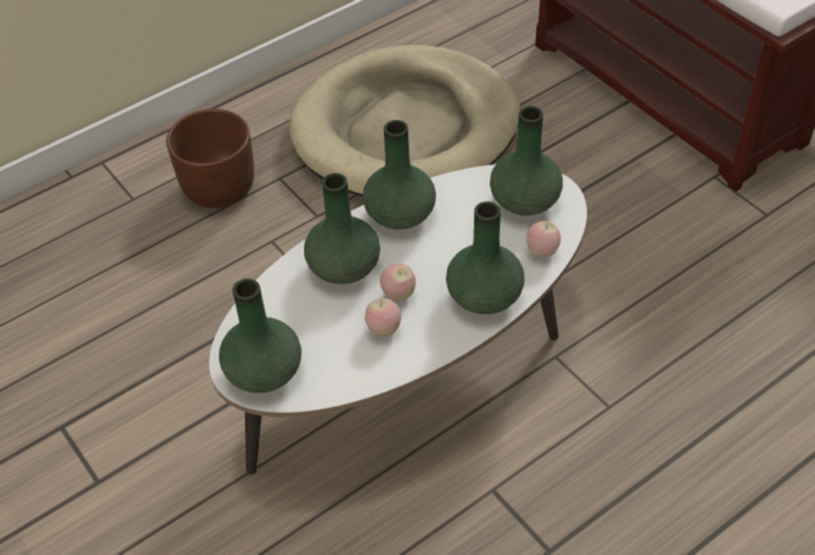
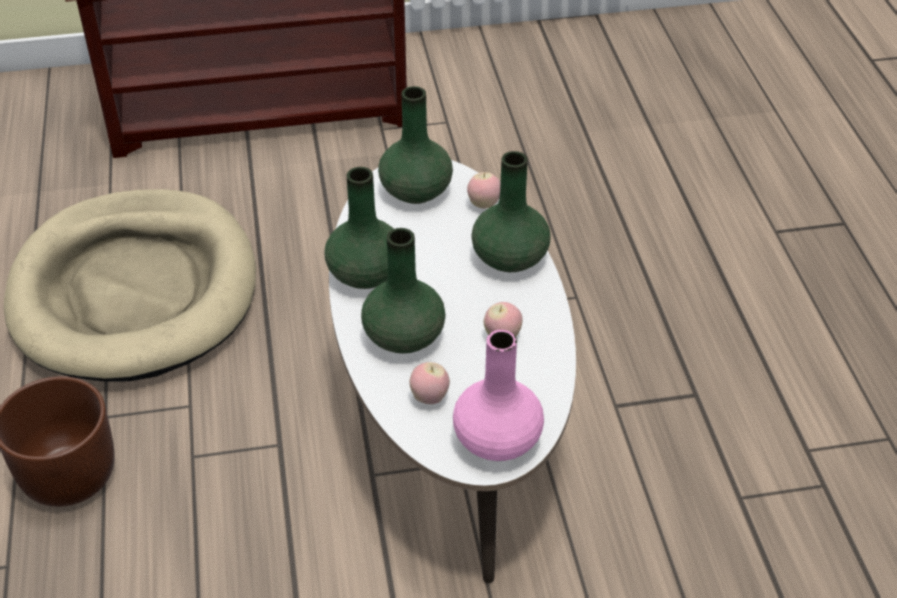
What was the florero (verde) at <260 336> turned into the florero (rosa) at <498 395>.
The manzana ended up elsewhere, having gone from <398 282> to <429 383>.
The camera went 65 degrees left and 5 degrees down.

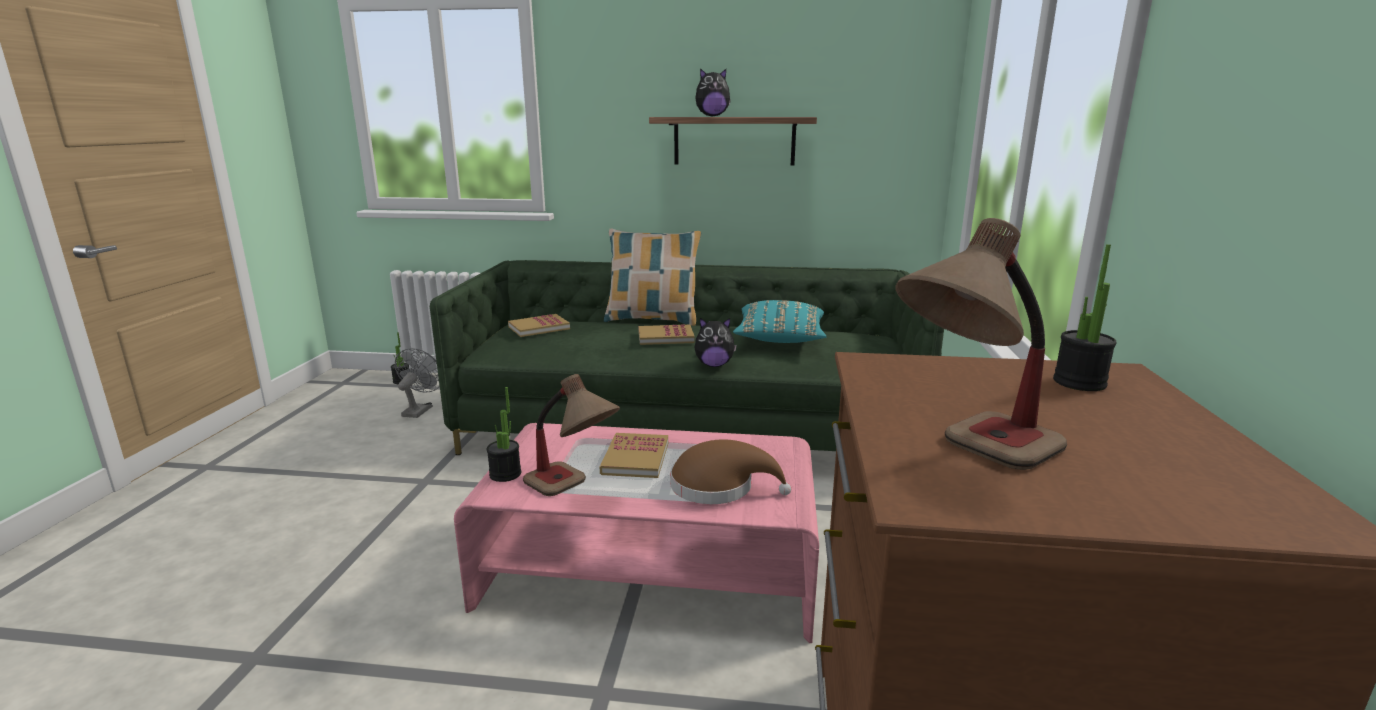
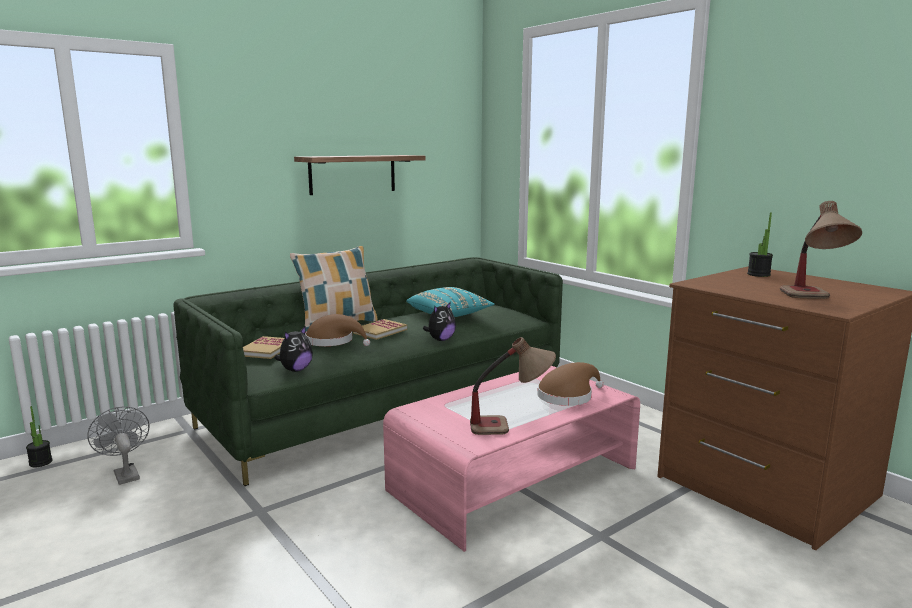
The second view lost the planta en maceta at <504 434>.
The second view lost the libro at <634 455>.
The peluche ended up elsewhere, having gone from <713 92> to <293 349>.
The second view gained the sombrero (marrón) at <337 330>.
The camera went 45 degrees left and 5 degrees down.

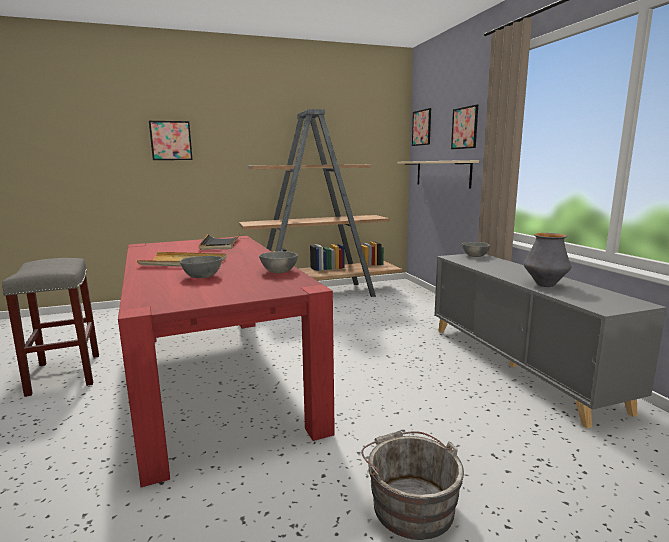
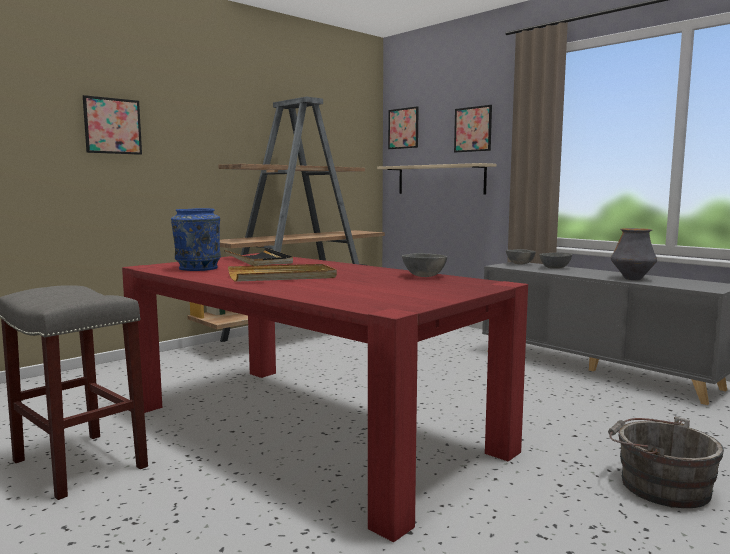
The cuenco (gris) ended up elsewhere, having gone from <201 267> to <555 261>.
The second view gained the florero (azul) at <196 239>.
The camera went 25 degrees left and 5 degrees down.

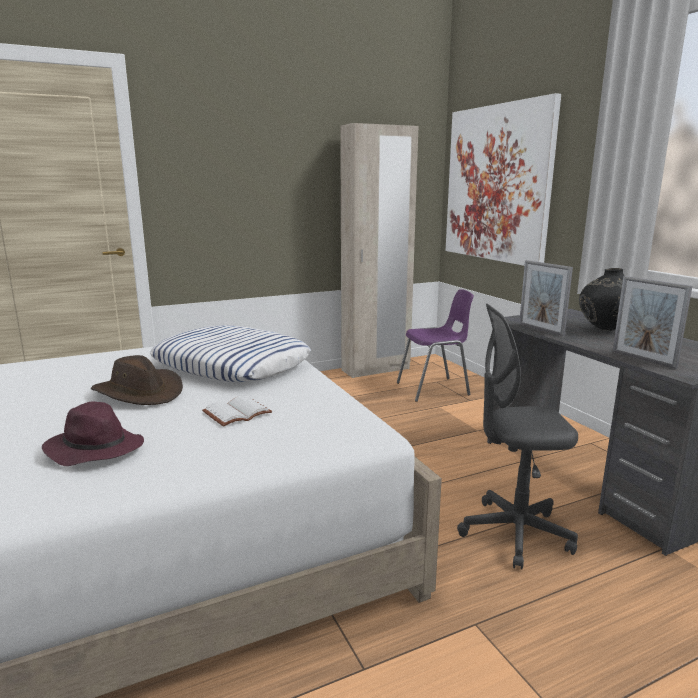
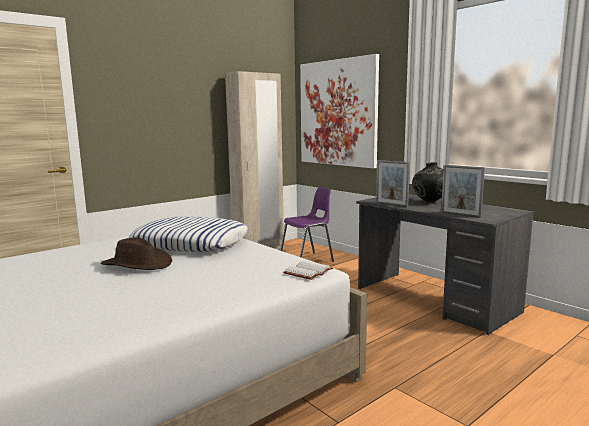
The second view lost the sombrero (morado) at <93 434>.
The libro (blanco) ended up elsewhere, having gone from <237 411> to <308 270>.
The second view lost the silla de oficina (gris) at <517 437>.
The camera went 15 degrees left and 5 degrees down.

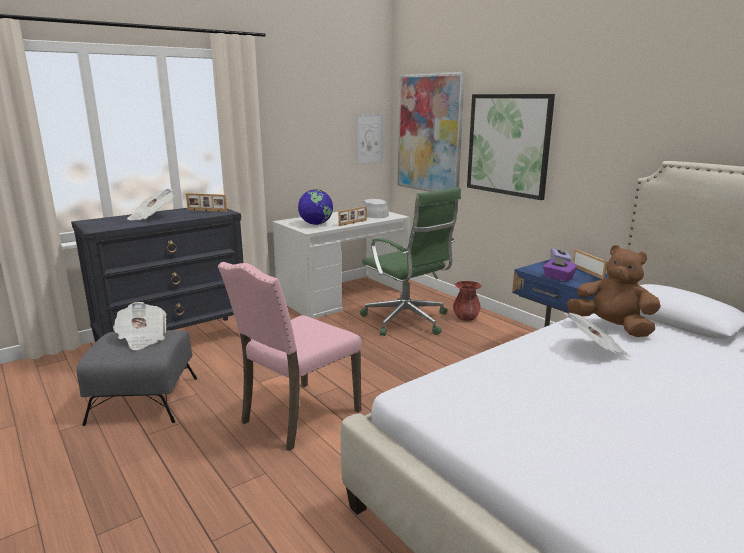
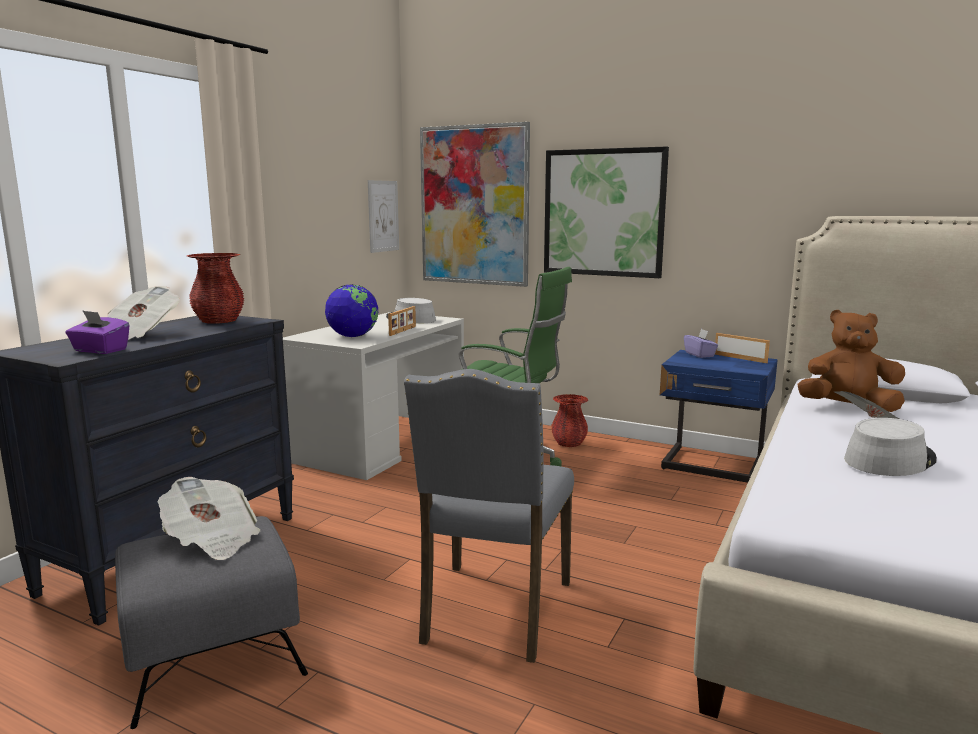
Where the portarretratos stood at <206 202>, the florero (rojo) came to stand at <215 288>.
What was the silla (rosa) at <290 356> turned into the silla (gris) at <489 516>.
The caja de pañuelos (morado) ended up elsewhere, having gone from <560 269> to <97 332>.
The second view gained the sombrero (gris) at <890 447>.
The camera went 25 degrees left and 5 degrees down.

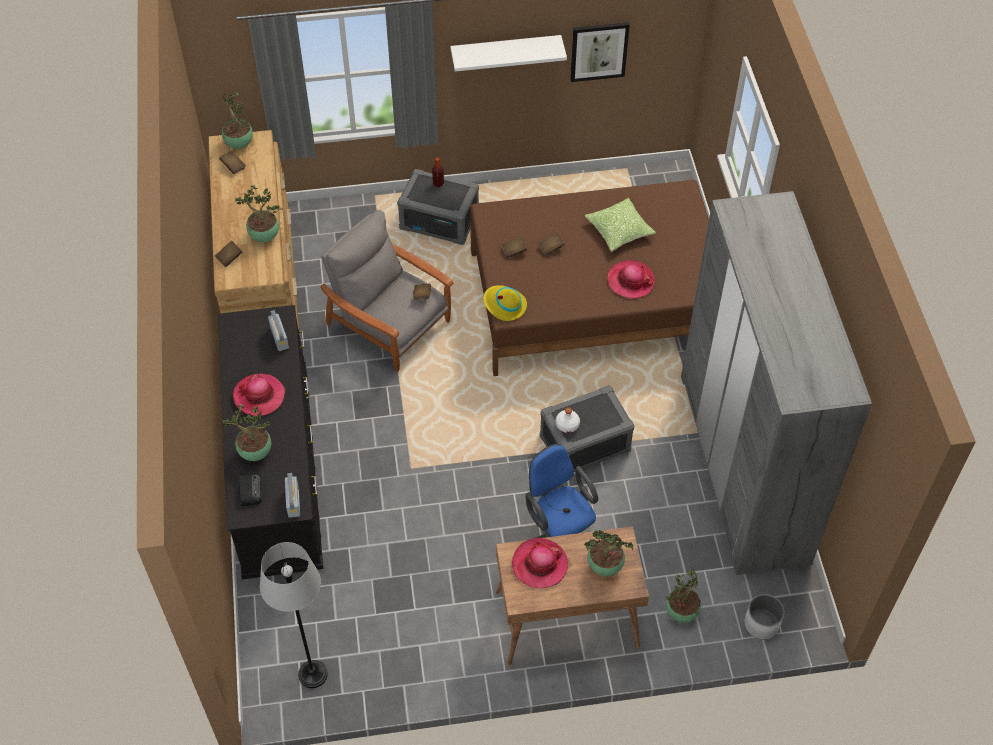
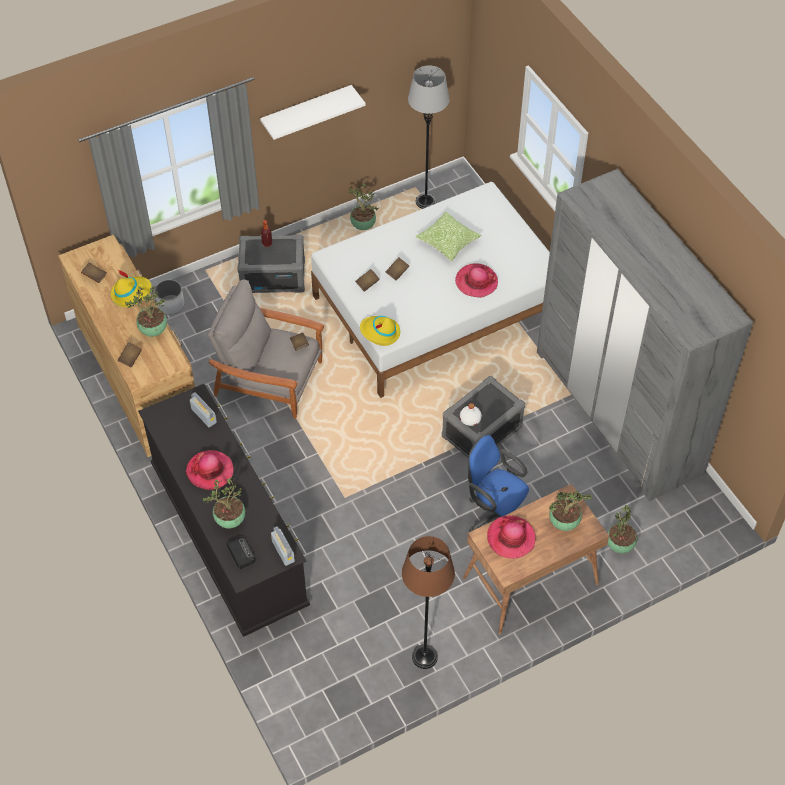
The planta en maceta ended up elsewhere, having gone from <237 120> to <363 207>.
The lámpara de pie (gris) ended up elsewhere, having gone from <294 615> to <429 137>.
What was the cama (marrón) at <589 278> turned into the cama (blanco) at <430 290>.
The second view lost the cuadro at <600 52>.
The maceta (blanco) ended up elsewhere, having gone from <764 616> to <169 297>.
The second view gained the sombrero (amarillo) at <131 288>.
The second view gained the lámpara de pie (marrón) at <428 602>.
The camera went 20 degrees left and 0 degrees up.

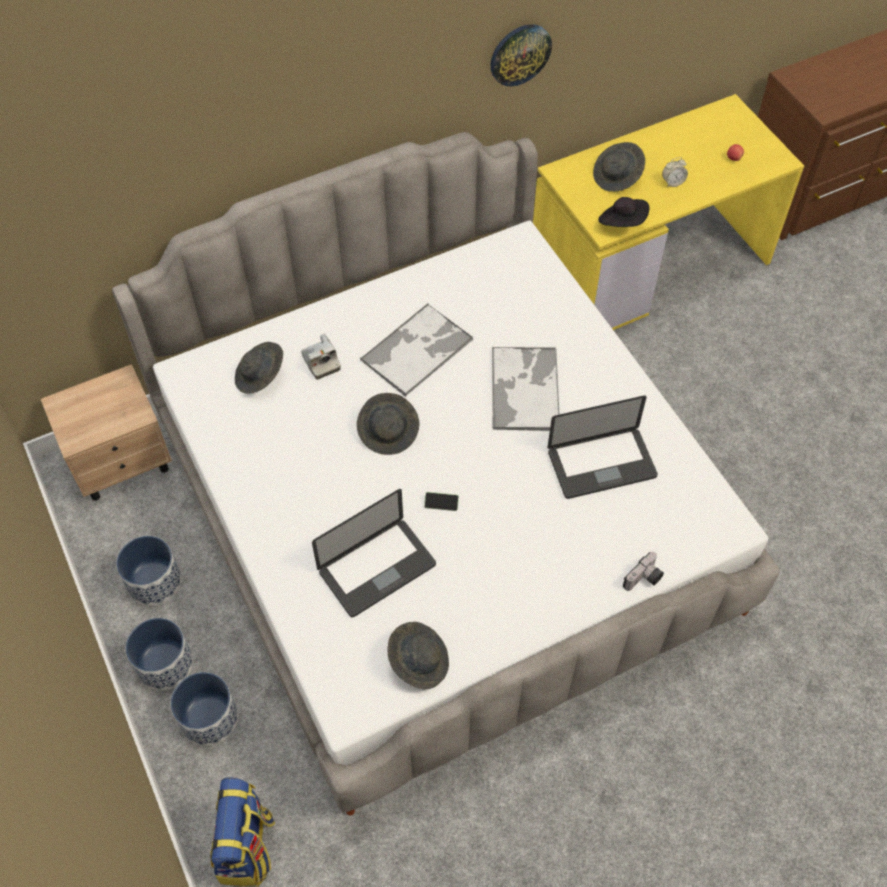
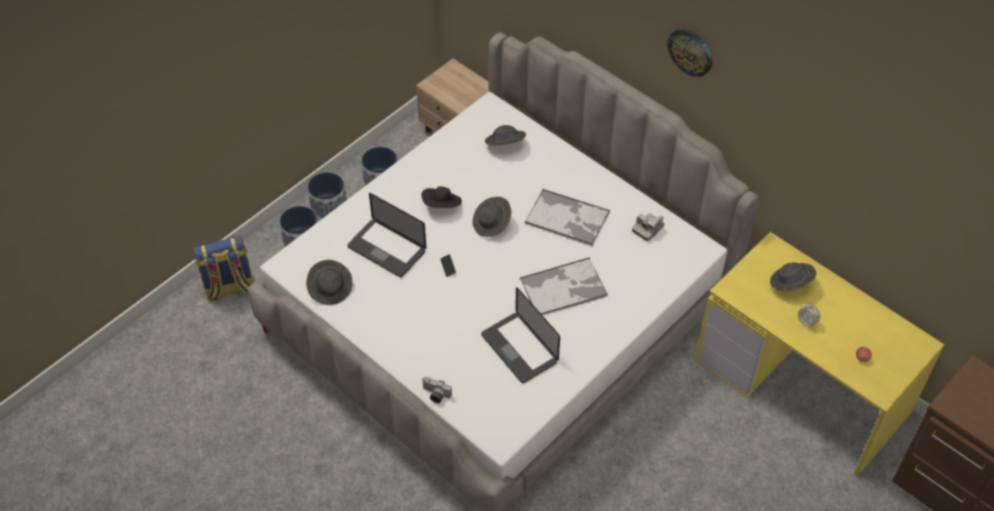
The cámara ended up elsewhere, having gone from <321 357> to <648 227>.
The reloj de pared ended up elsewhere, having gone from <521 55> to <689 53>.
The sombrero (negro) ended up elsewhere, having gone from <624 212> to <442 197>.
The camera went 70 degrees right and 5 degrees down.

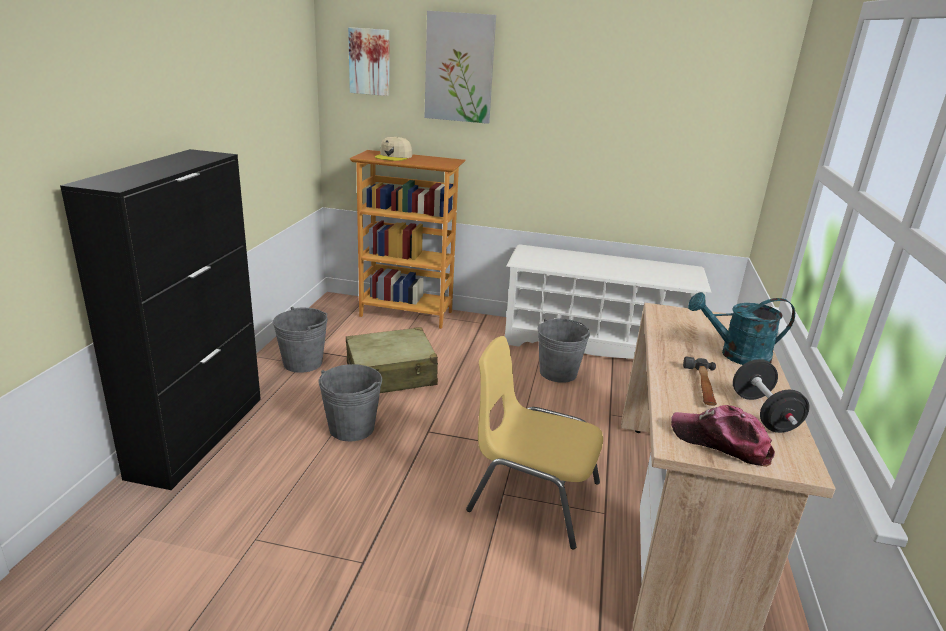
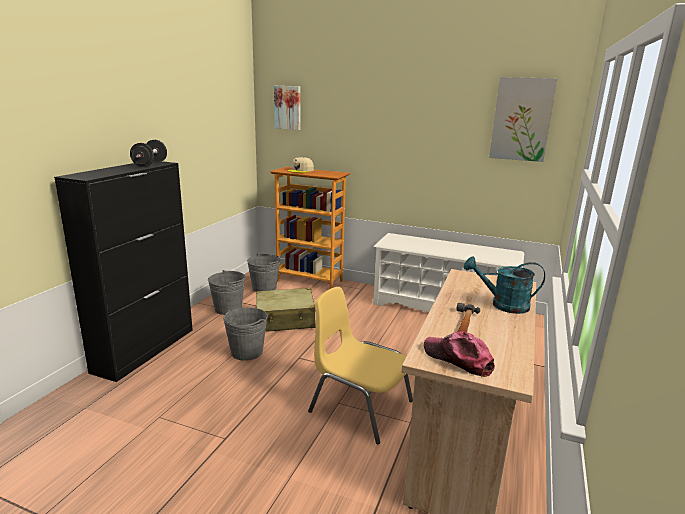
The cuadro ended up elsewhere, having gone from <460 67> to <523 119>.
The cubo (gris) ended up elsewhere, having gone from <564 350> to <263 272>.
The mancuerna (negro) ended up elsewhere, having gone from <771 396> to <148 153>.
The camera went 10 degrees right and 5 degrees down.

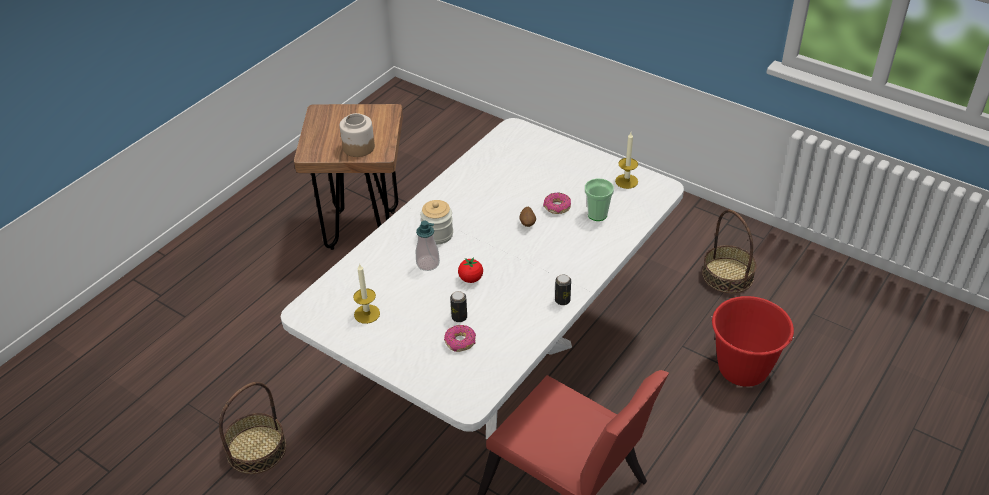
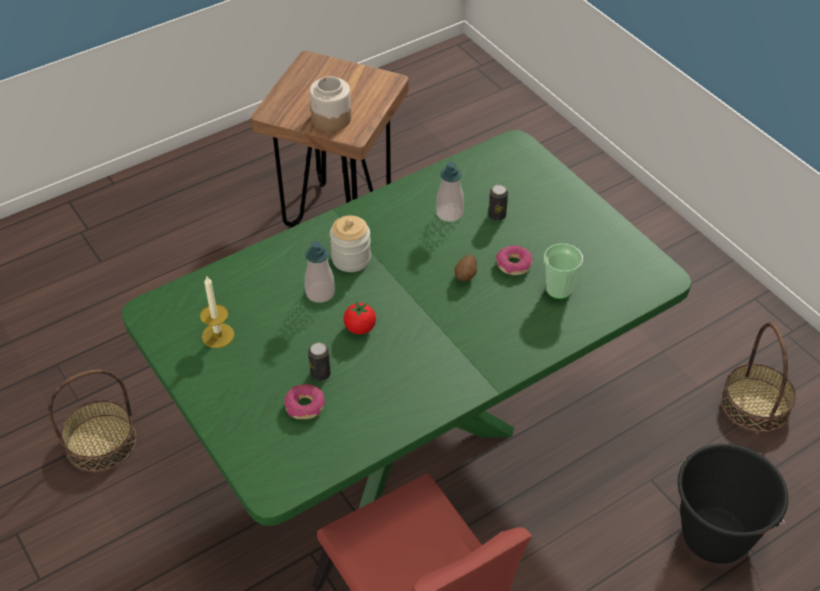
What was the mesa de comedor (blanco) at <482 278> turned into the mesa de comedor (verde) at <407 328>.
The lata ended up elsewhere, having gone from <563 289> to <498 203>.
The second view lost the vela at <626 161>.
What was the cubo (rojo) at <753 341> turned into the cubo (negro) at <733 504>.
The second view gained the dispensador de jabón at <450 191>.
The camera went 20 degrees right and 5 degrees up.

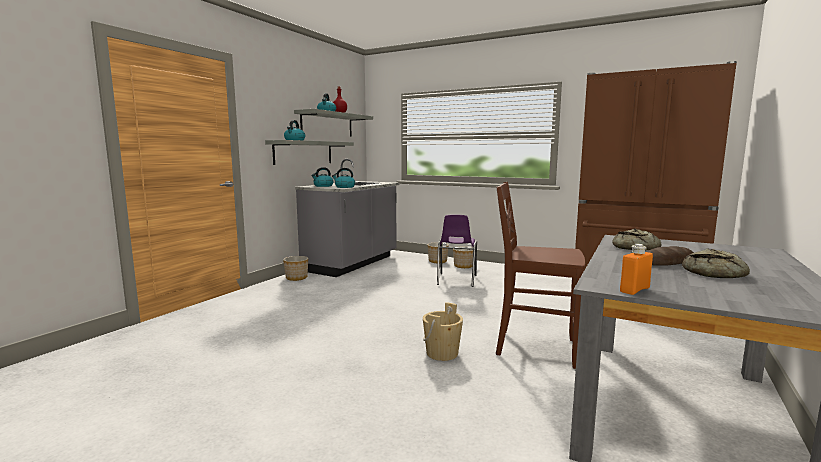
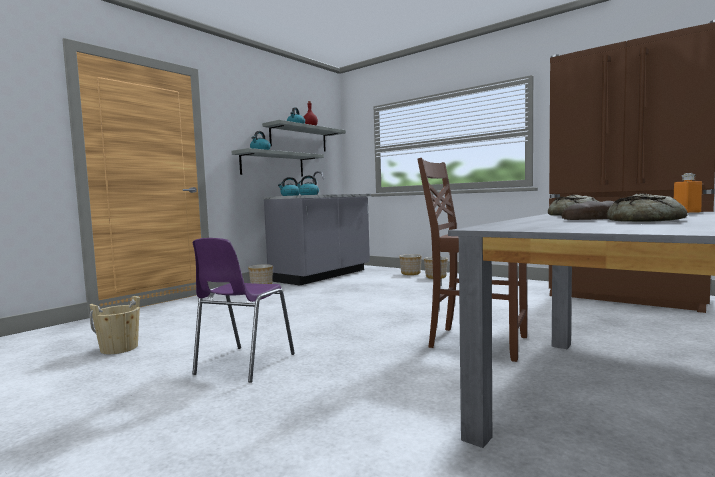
The cubo (beis) ended up elsewhere, having gone from <443 331> to <114 325>.
The silla (morado) ended up elsewhere, having gone from <457 250> to <243 310>.
The botella (naranja) ended up elsewhere, having gone from <636 269> to <688 193>.
The camera went 10 degrees right and 5 degrees down.

